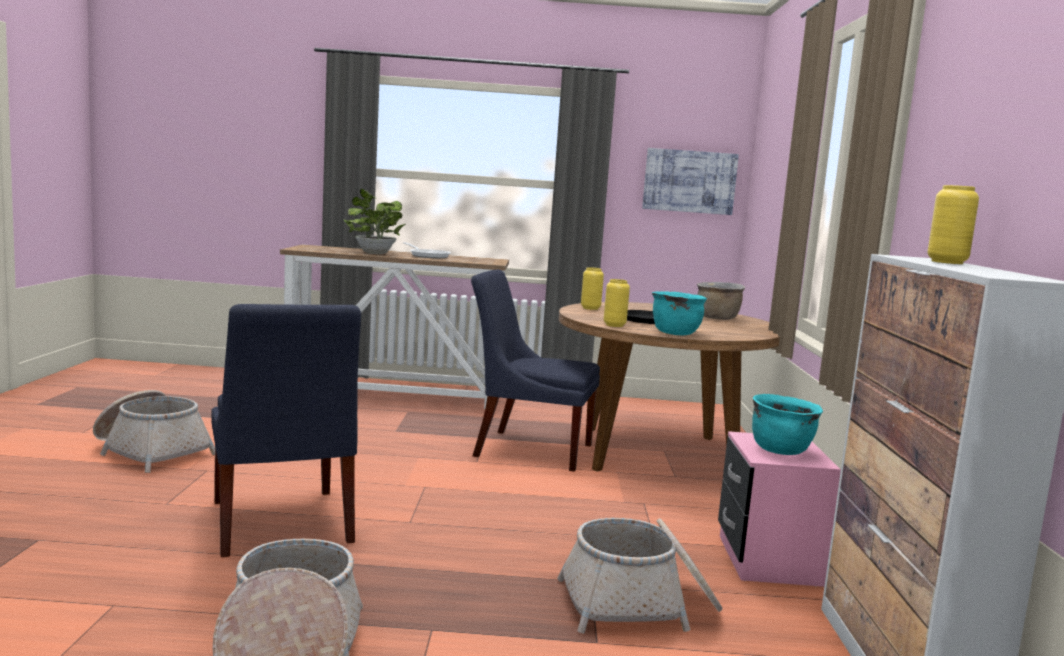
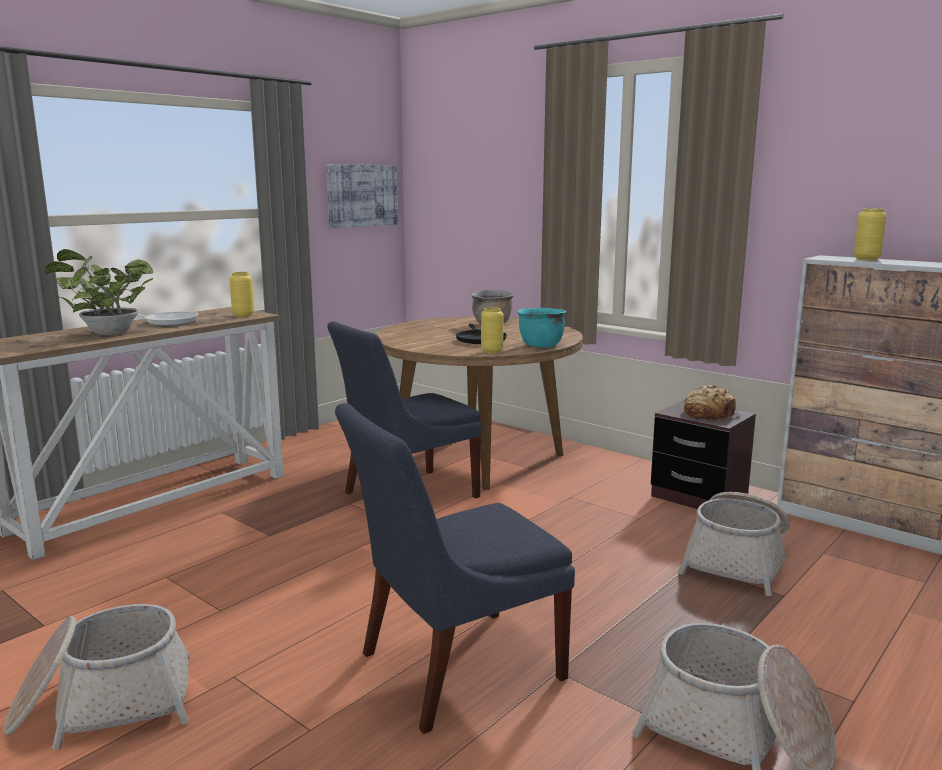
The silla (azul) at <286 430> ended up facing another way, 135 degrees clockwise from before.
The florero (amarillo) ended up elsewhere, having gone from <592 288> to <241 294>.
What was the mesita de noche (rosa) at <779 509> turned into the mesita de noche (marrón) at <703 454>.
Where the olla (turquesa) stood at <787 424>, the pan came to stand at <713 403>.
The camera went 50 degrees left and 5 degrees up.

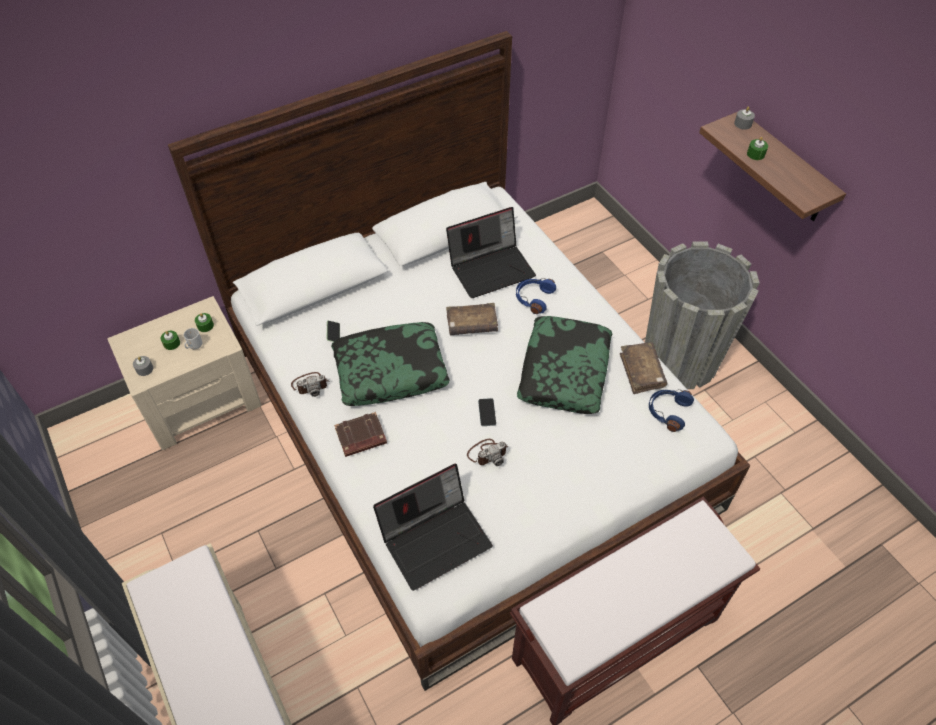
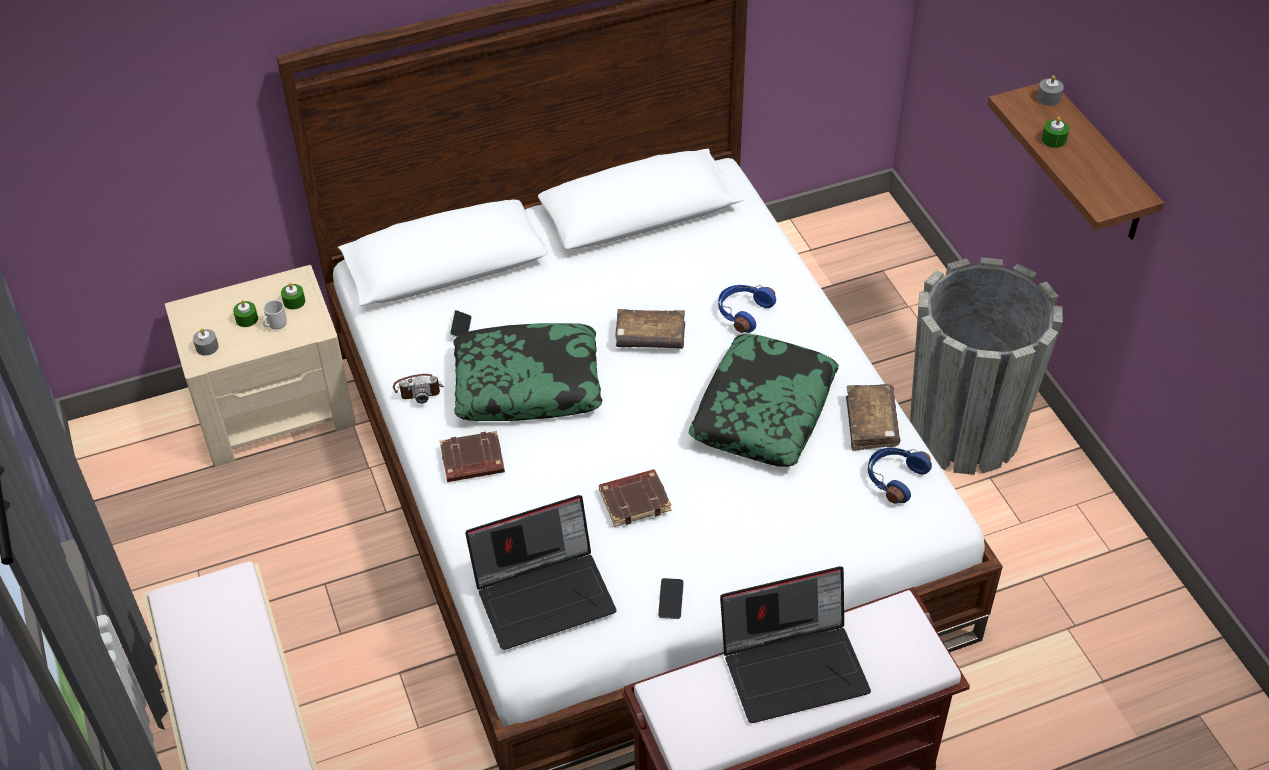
The portátil ended up elsewhere, having gone from <491 252> to <795 644>.
Where the cámara stood at <487 452>, the libro (marrón) came to stand at <635 498>.
The móvil ended up elsewhere, having gone from <487 412> to <671 598>.
The camera went 10 degrees right and 5 degrees down.

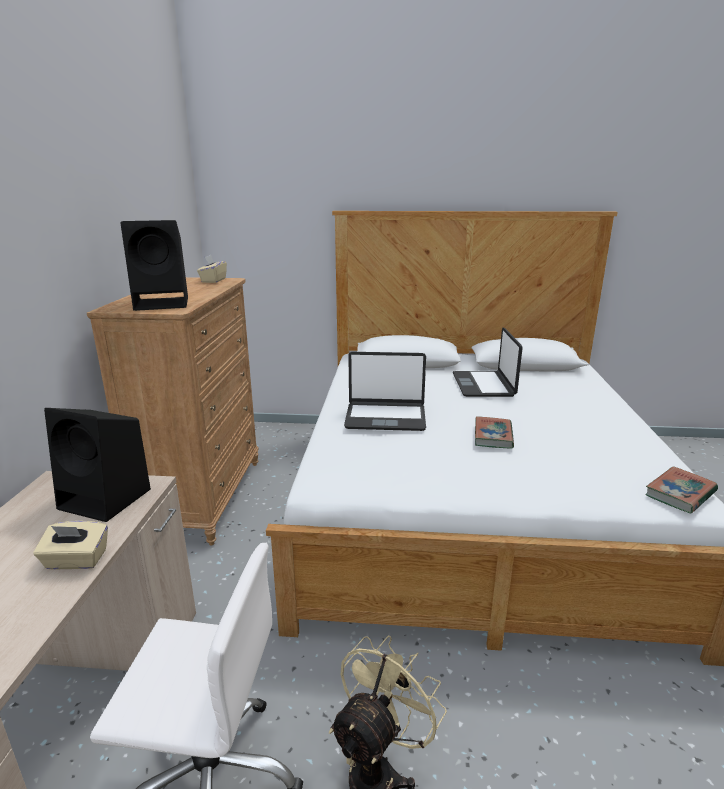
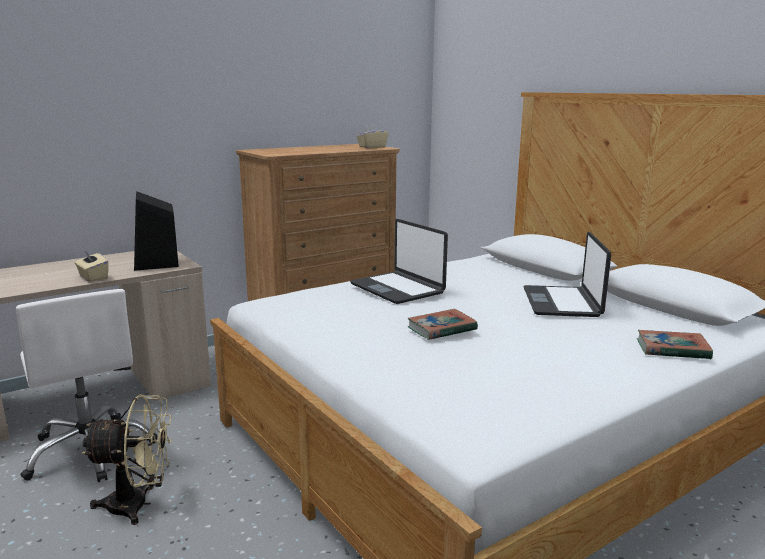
The second view lost the altavoz (negro) at <154 265>.
The portátil at <488 362> ended up facing another way, 45 degrees counterclockwise from before.
The libro ended up elsewhere, having gone from <681 489> to <675 344>.
The camera went 50 degrees right and 5 degrees down.

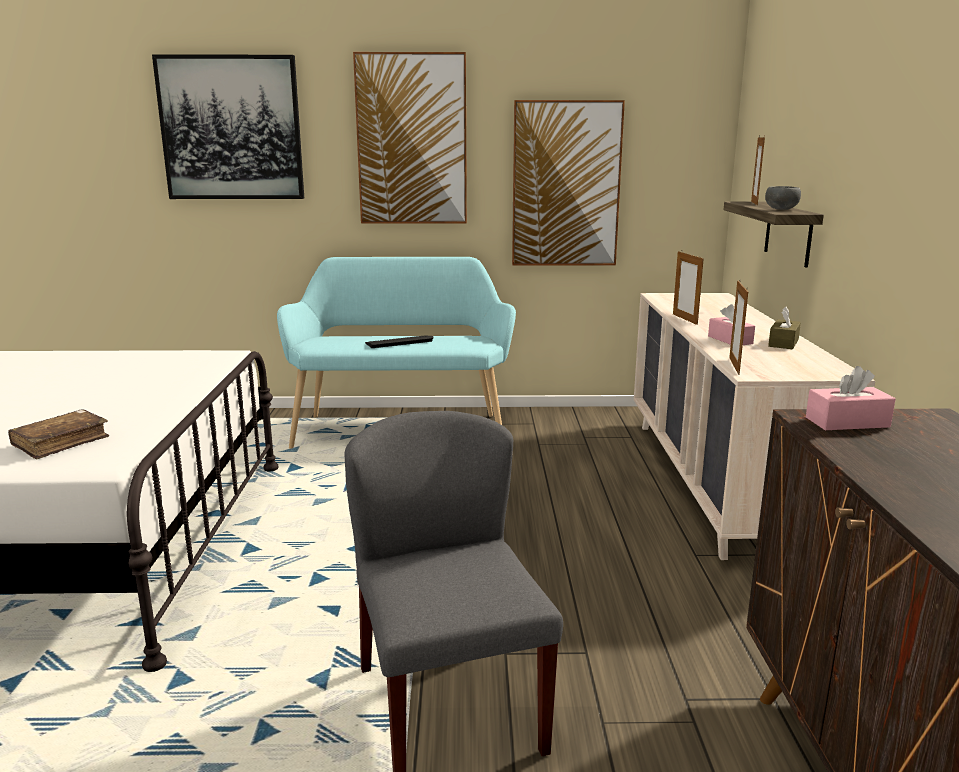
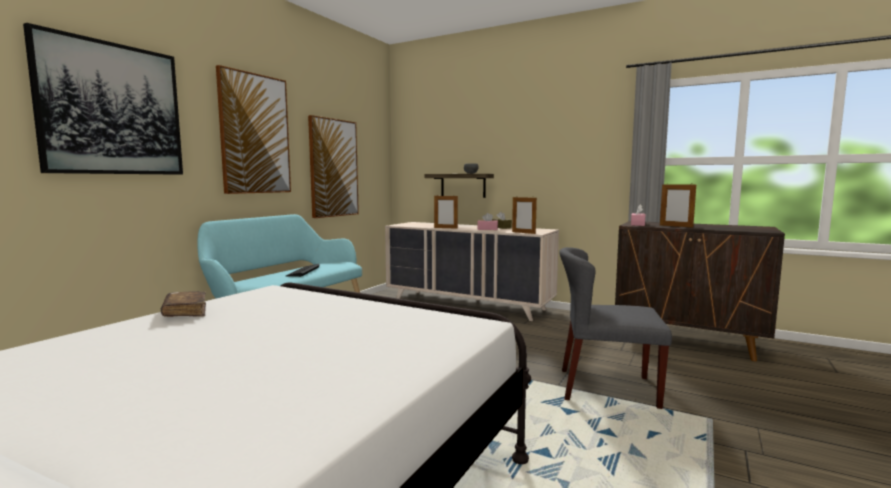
The libro (marrón) ended up elsewhere, having gone from <58 434> to <183 304>.
The portarretratos ended up elsewhere, having gone from <758 171> to <678 205>.
The camera went 60 degrees left and 10 degrees down.

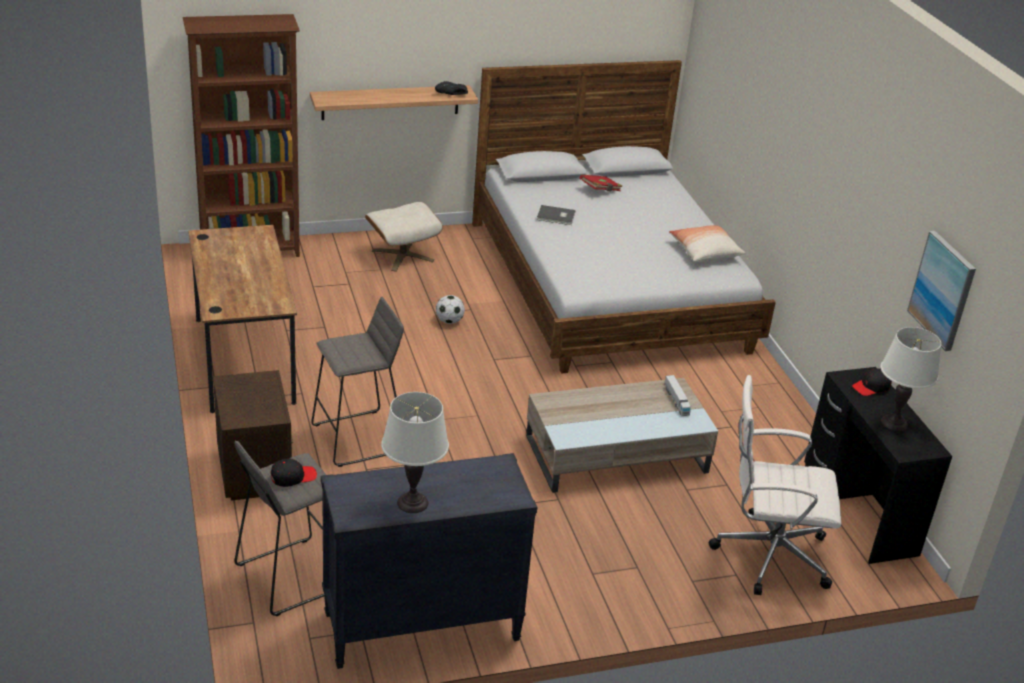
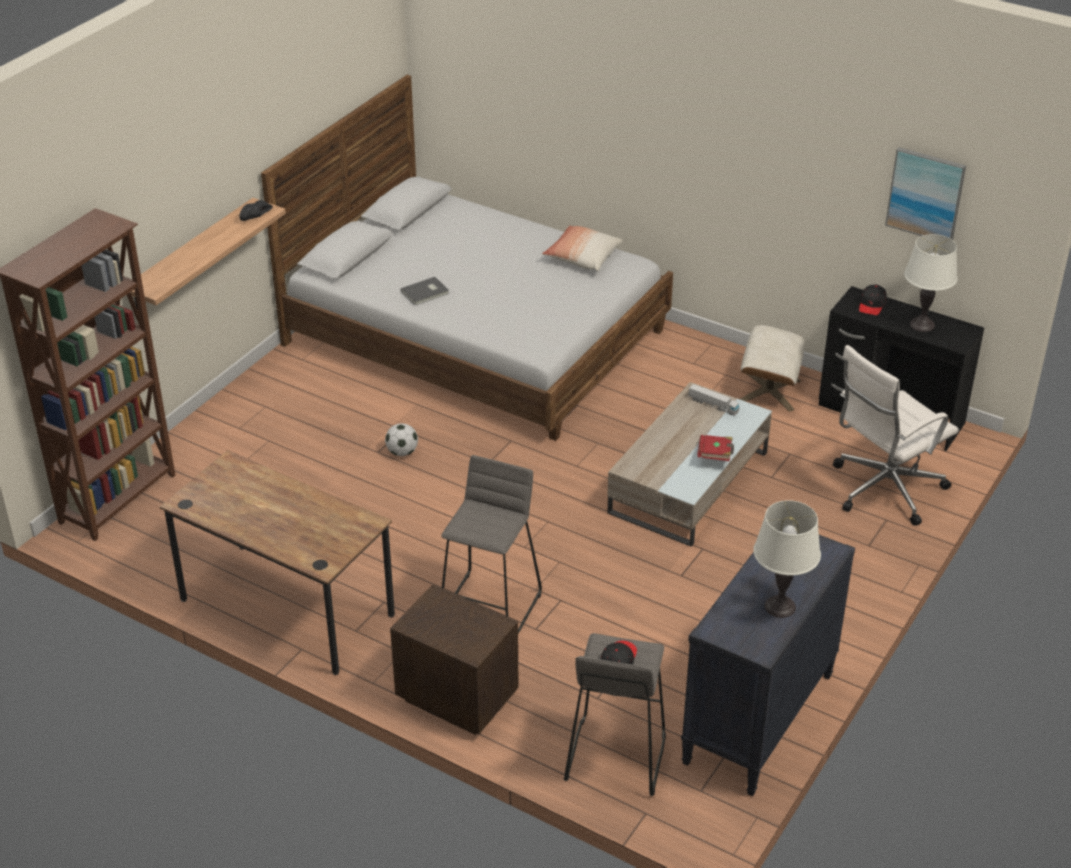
The puf (beis) ended up elsewhere, having gone from <404 237> to <772 368>.
The libro (rojo) ended up elsewhere, having gone from <601 183> to <715 448>.
The camera went 40 degrees left and 5 degrees up.

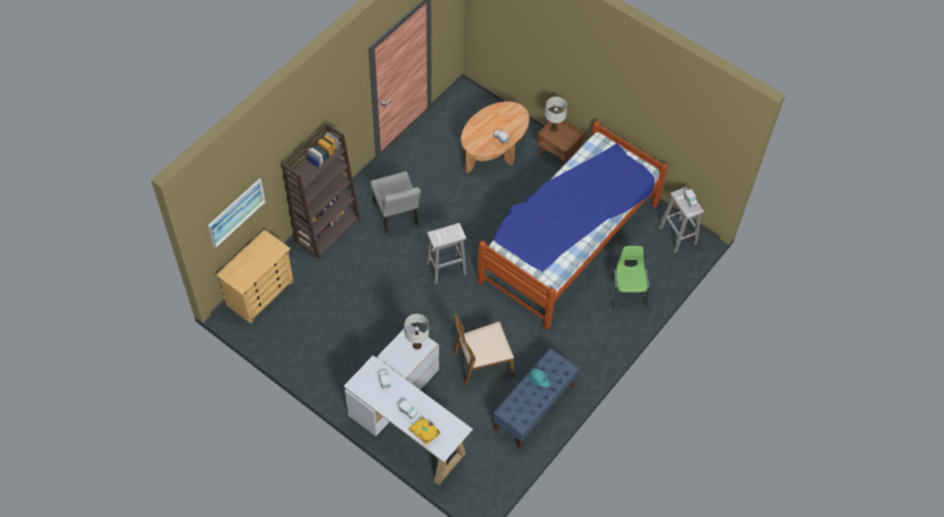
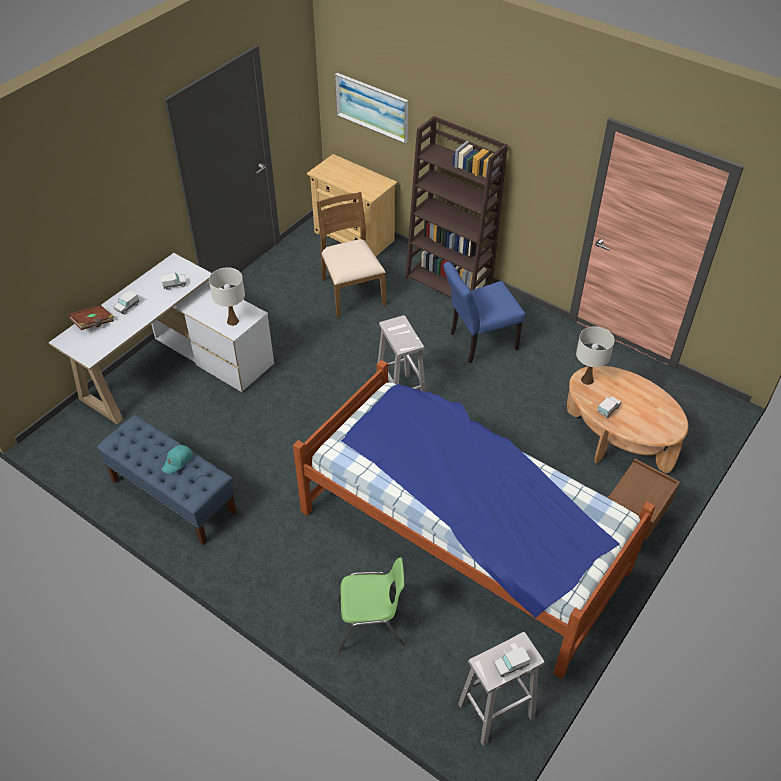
What was the silla (gris) at <395 202> turned into the silla (azul) at <484 312>.
What was the libro (amarillo) at <424 430> turned into the libro (marrón) at <91 317>.
The silla (marrón) ended up elsewhere, having gone from <483 349> to <351 255>.
The lámpara de mesa (blanco) ended up elsewhere, having gone from <556 114> to <595 355>.
The camera went 90 degrees right and 10 degrees down.

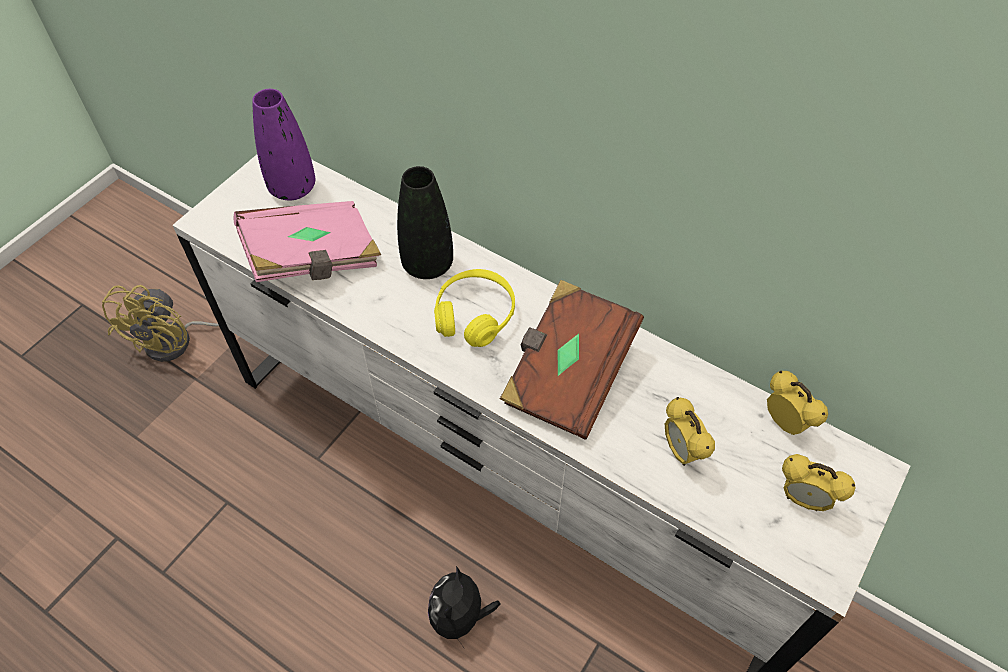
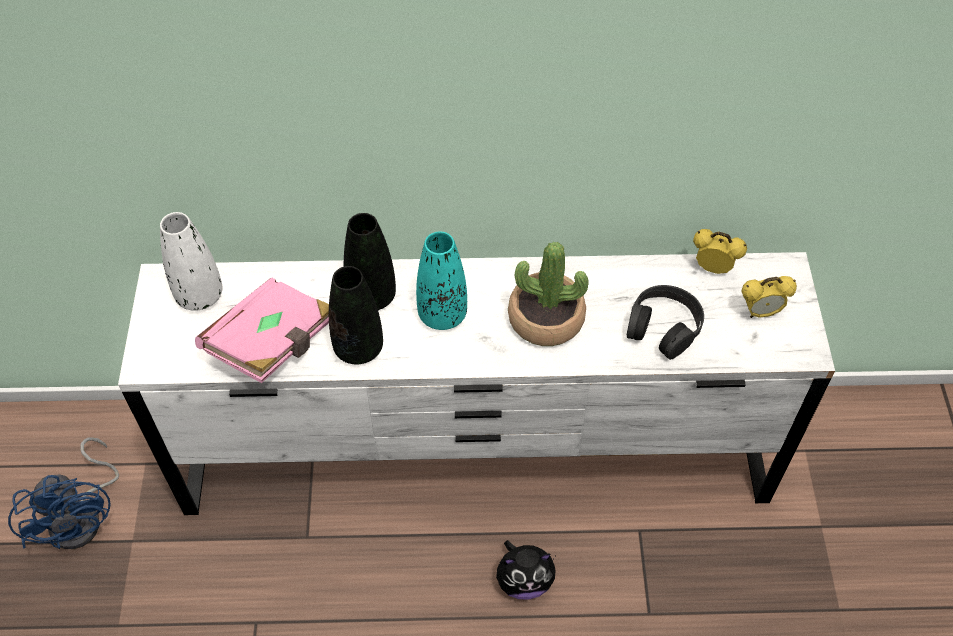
What was the ventilador (amarillo) at <160 323> turned into the ventilador (azul) at <63 493>.
What was the florero (morado) at <283 145> turned into the florero (blanco) at <191 261>.
The peluche at <464 607> ended up facing another way, 75 degrees counterclockwise from before.
Where the auriculares (amarillo) stood at <474 308>, the florero (turquesa) came to stand at <441 281>.
Where the libro (marrón) stood at <572 360>, the planta en maceta came to stand at <548 294>.
Where the despertador stood at <690 431>, the auriculares (negro) came to stand at <665 322>.
The second view gained the florero (negro) at <356 315>.
The camera went 35 degrees left and 0 degrees up.

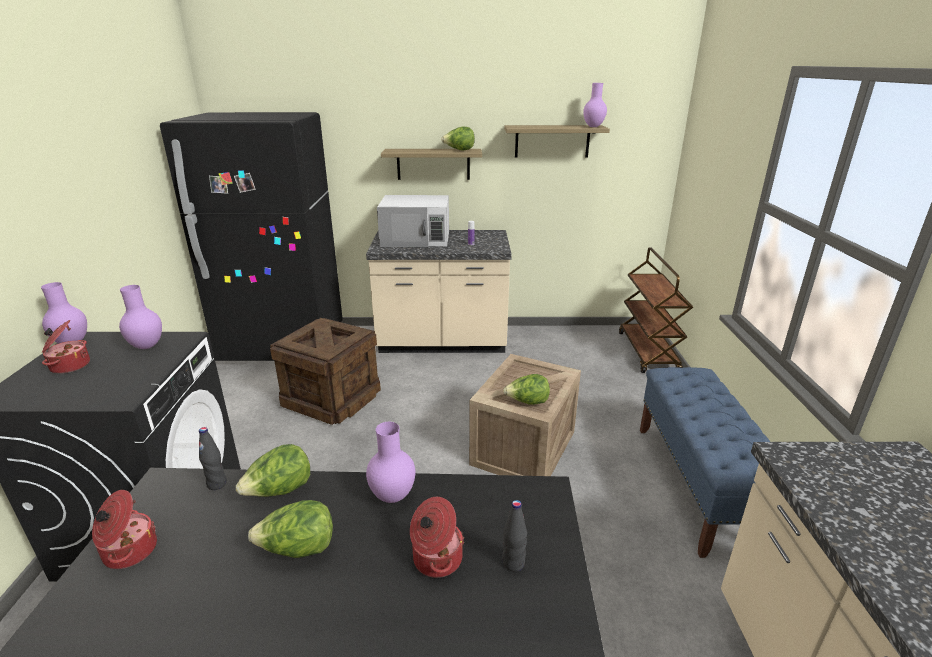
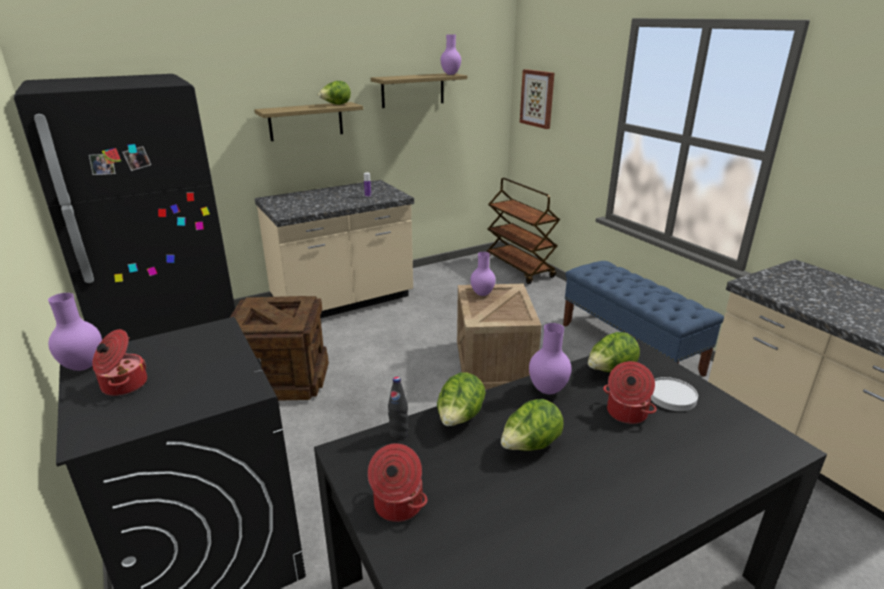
The florero (morado) ended up elsewhere, having gone from <140 317> to <483 274>.
The second view lost the microondas (blanco) at <413 221>.
Where the botella (negro) stood at <514 536>, the plato (blanco) came to stand at <674 394>.
The lechuga ended up elsewhere, having gone from <526 389> to <614 352>.
The second view gained the cuadro at <537 99>.
The camera went 30 degrees left and 0 degrees up.

